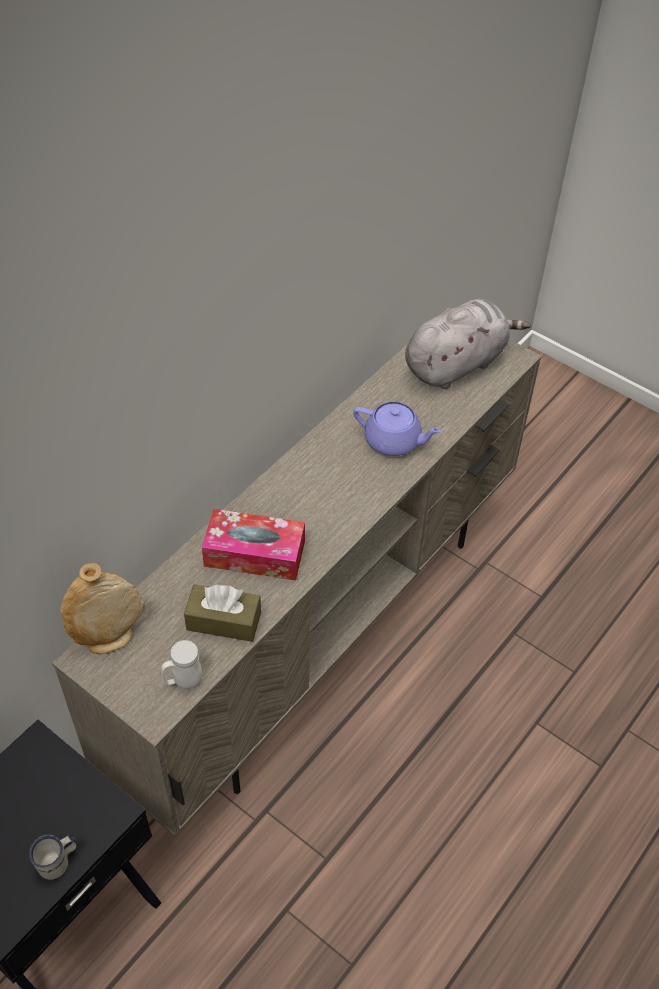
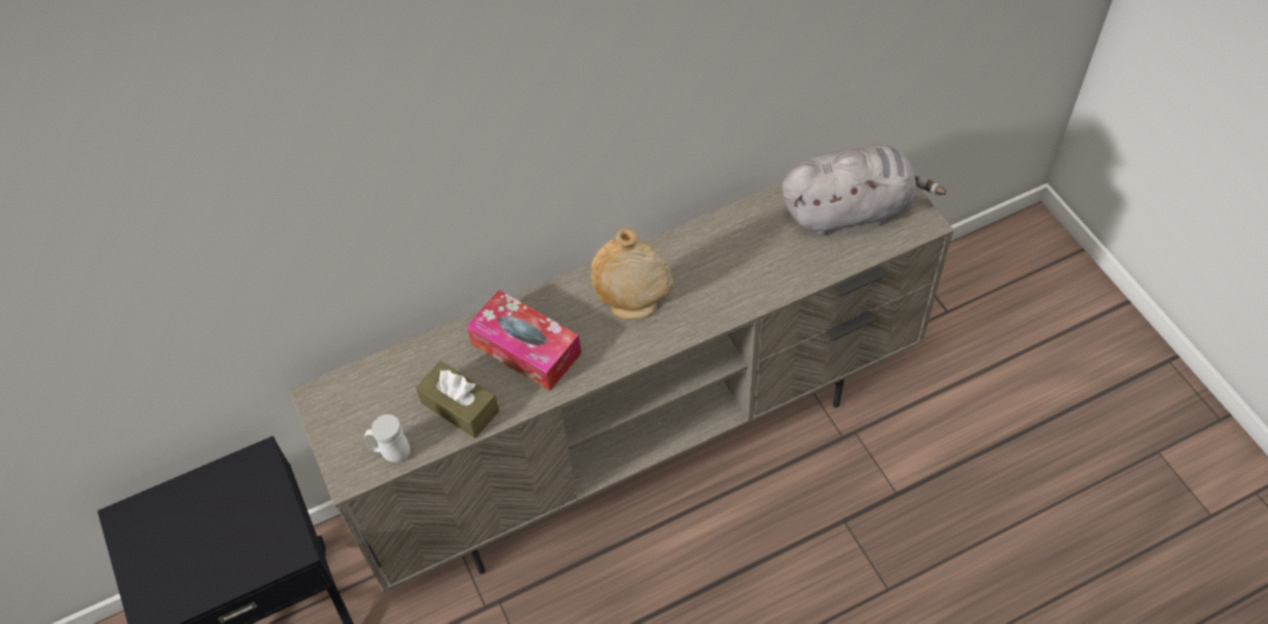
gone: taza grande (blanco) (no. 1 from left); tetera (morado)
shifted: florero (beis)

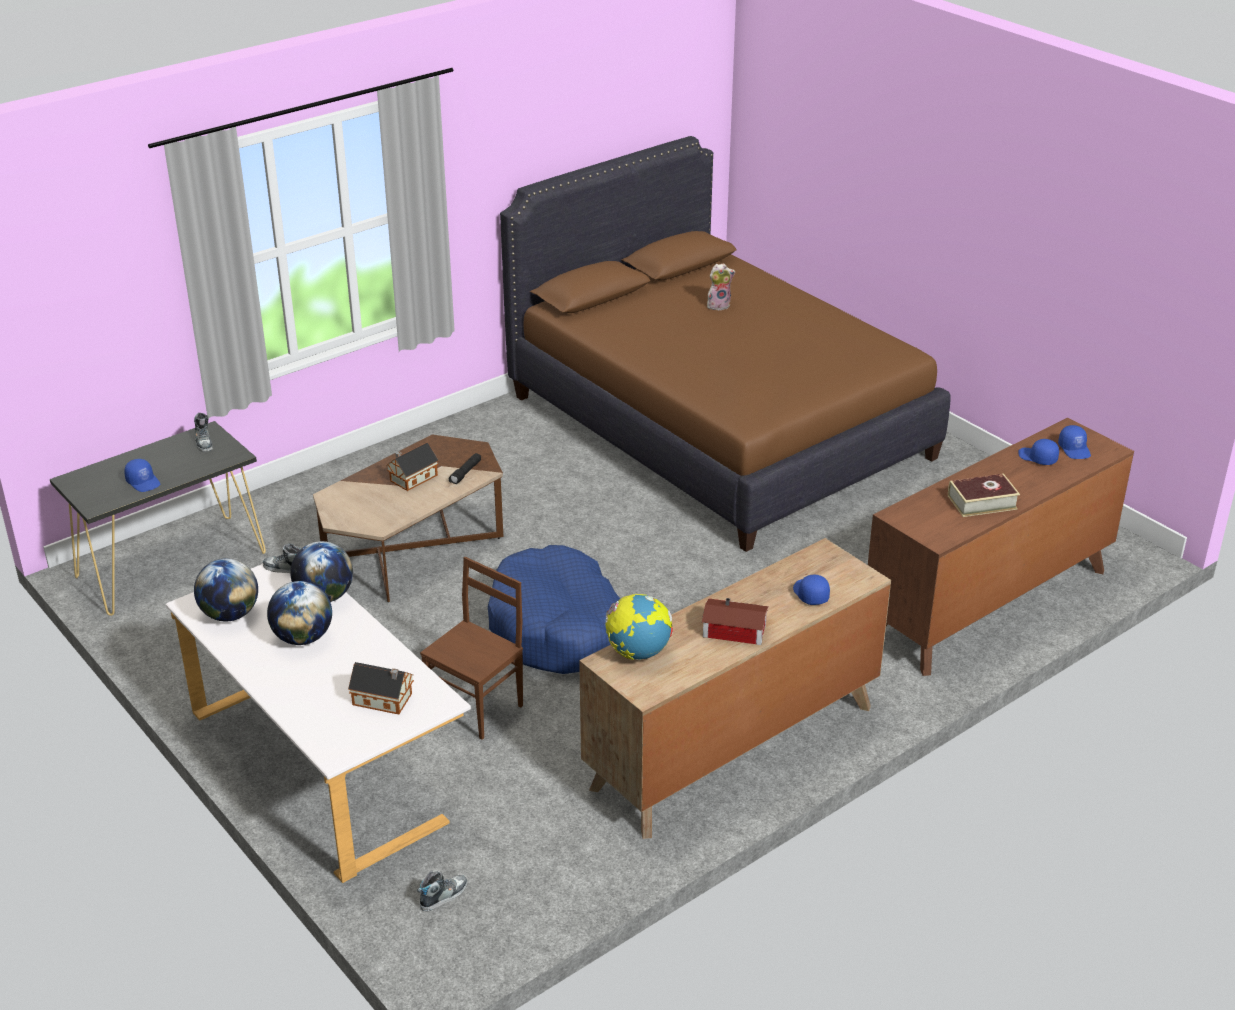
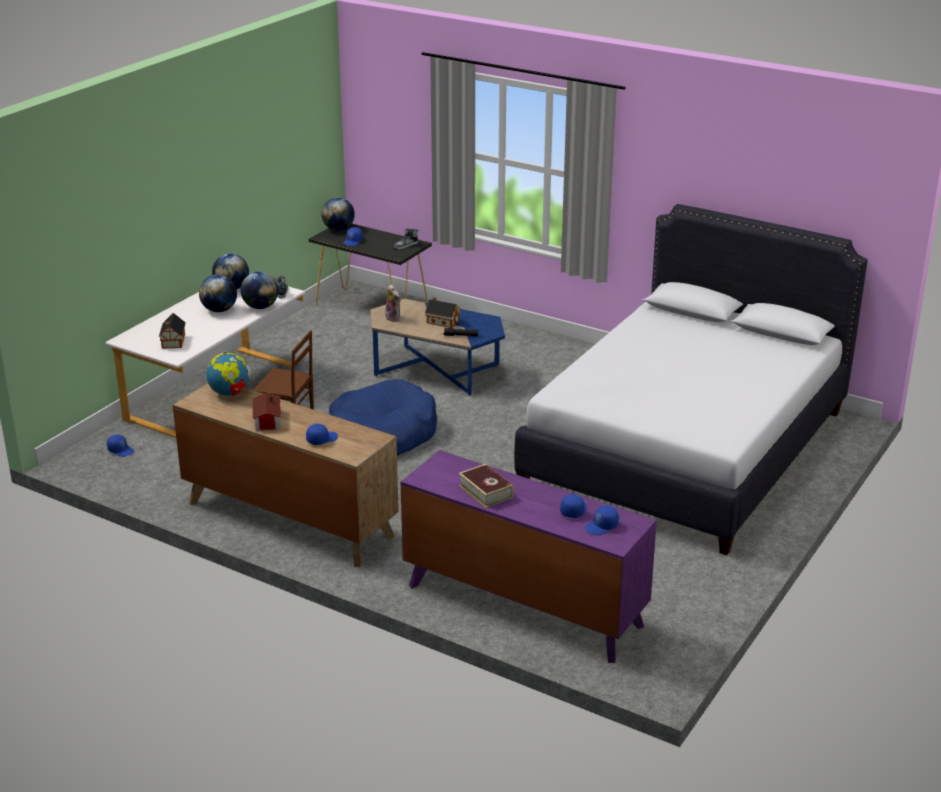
new: globo terráqueo (no. 5 from left)
shifted: peluche
swapped: zapato (no. 3 from left) to gorra (azul) (no. 1 from left)
repainted: mesa de centro (marrón) to mesa de centro (azul); cama (marrón) to cama (blanco); cómoda (marrón) (no. 2 from left) to cómoda (morado)

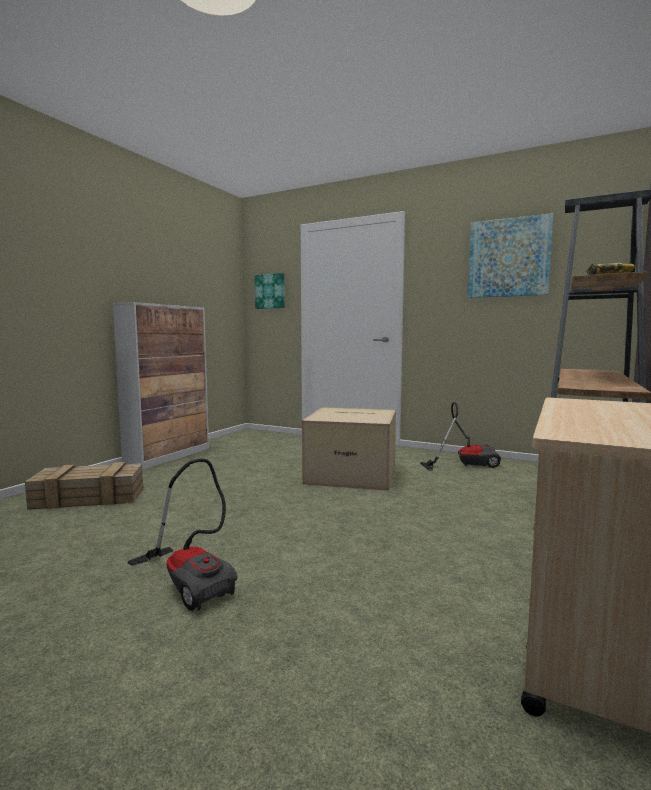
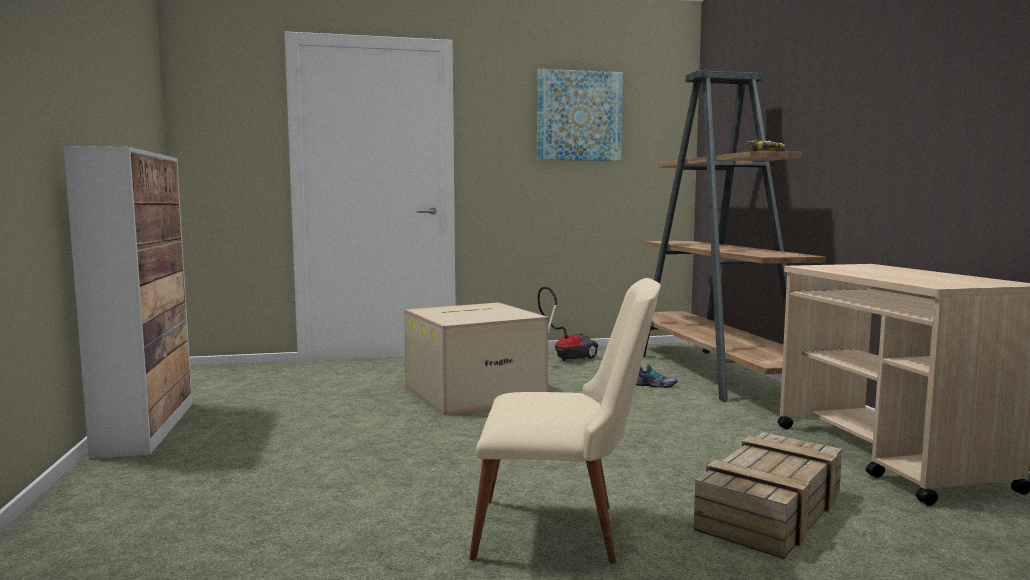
gone: cuadro (no. 1 from left)
new: zapato
shifted: caja de embalaje
swapped: aspiradora (no. 1 from left) to silla (beis)

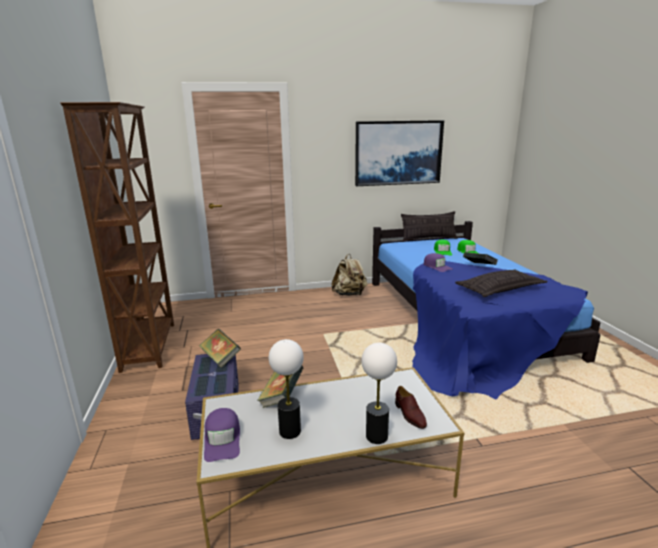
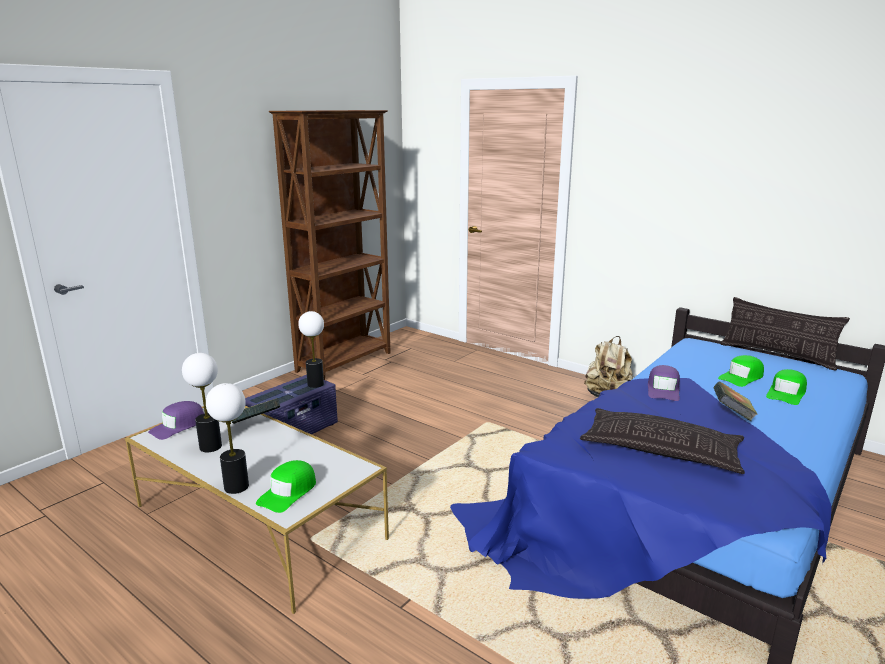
gone: cuadro
swapped: libro (no. 1 from left) to lámpara de mesa (no. 3 from left); zapato (marrón) to gorra (verde) (no. 1 from left)

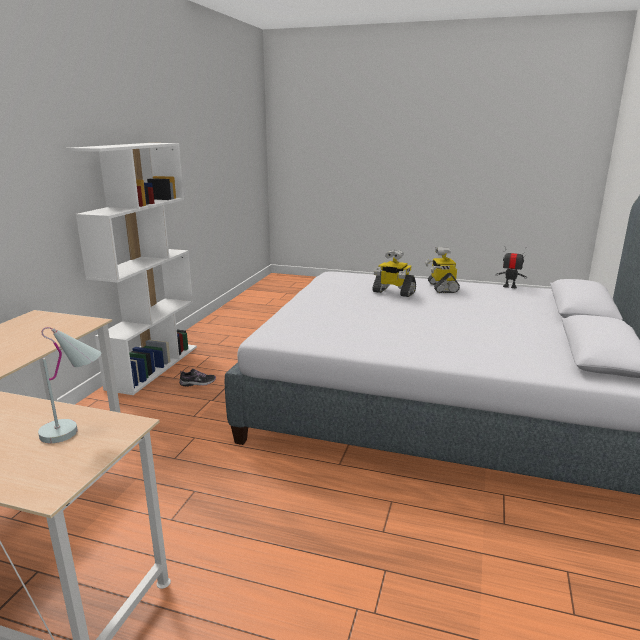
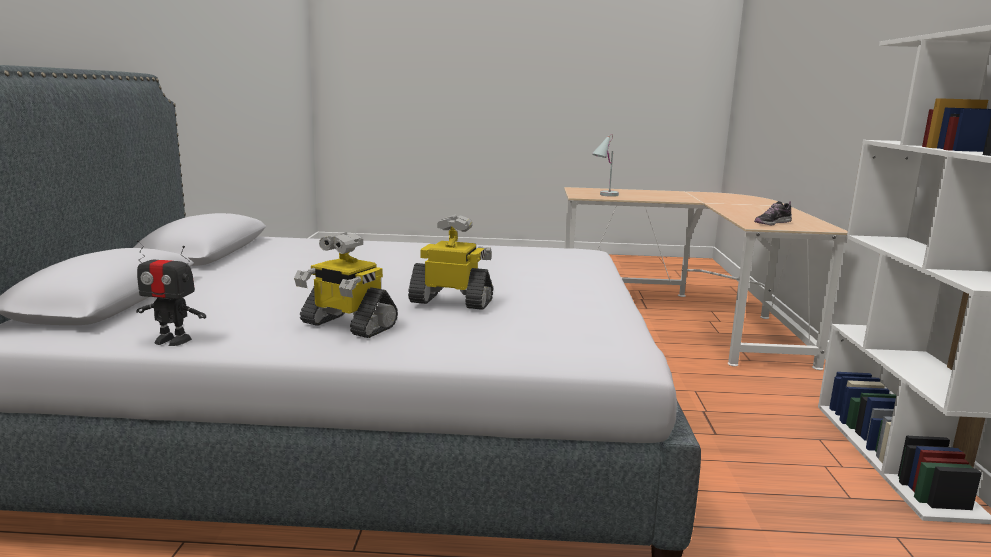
shifted: zapato
rotated: robot de juguete (no. 2 from left) 135 degrees clockwise

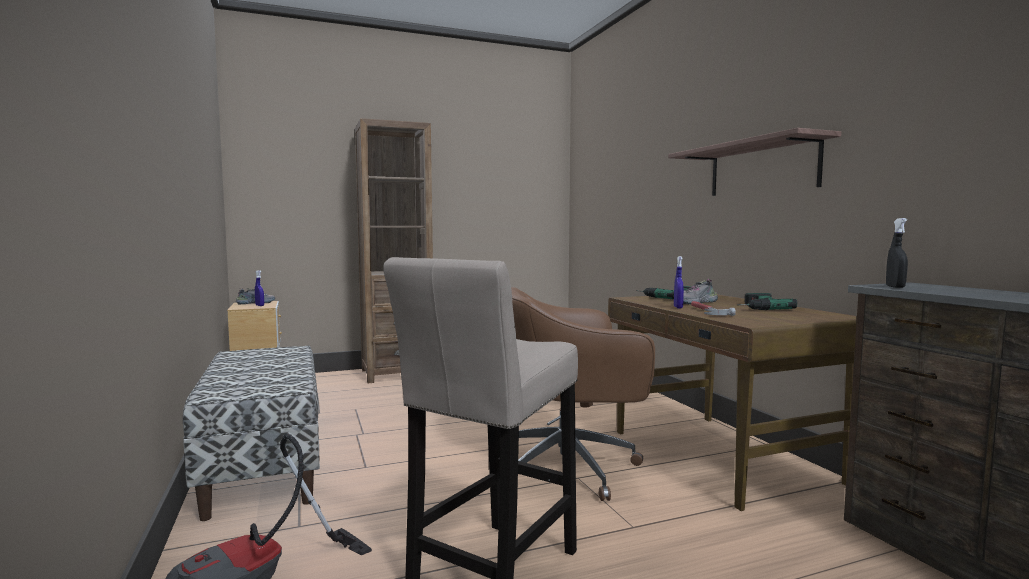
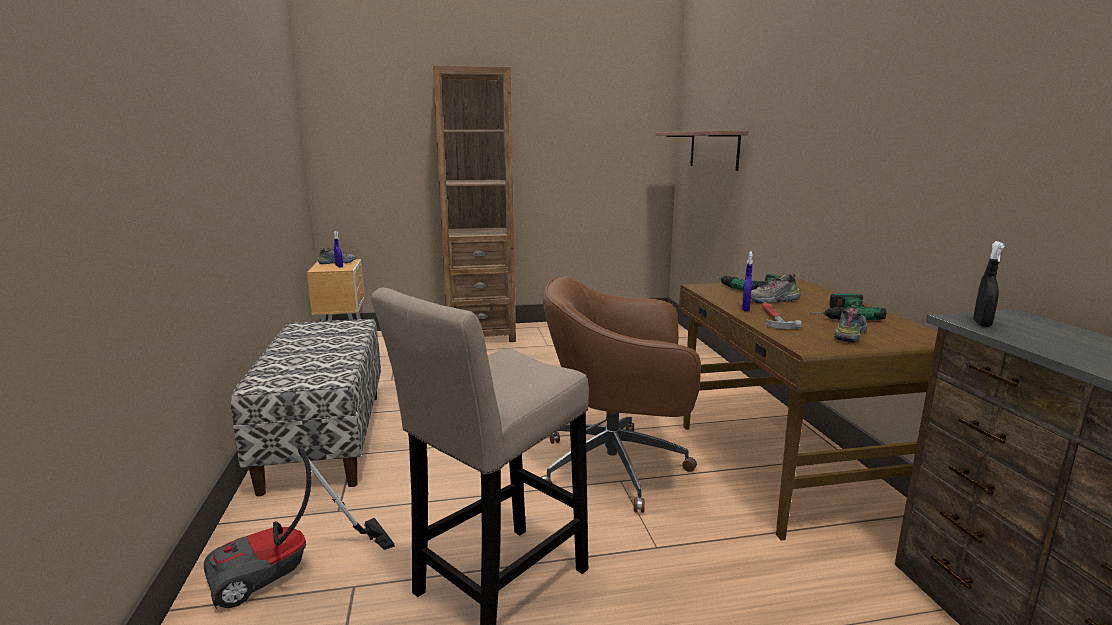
new: zapato (no. 3 from left)
shifted: estante

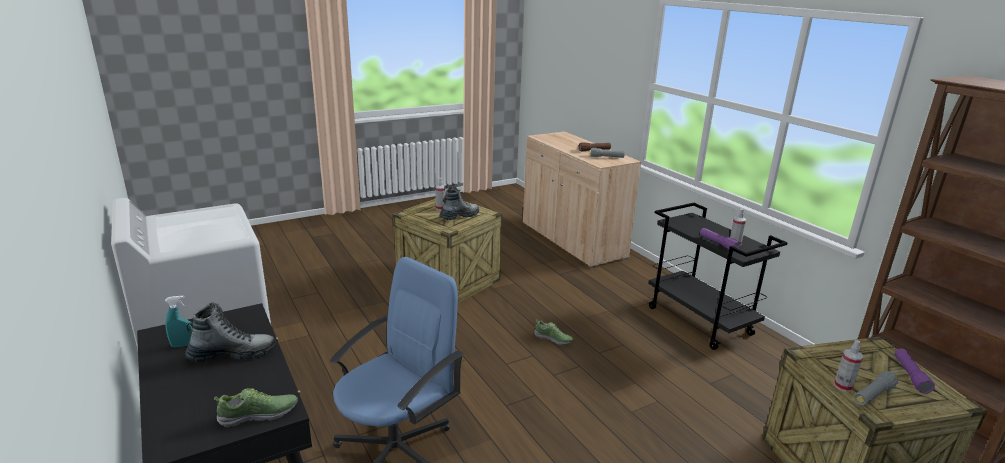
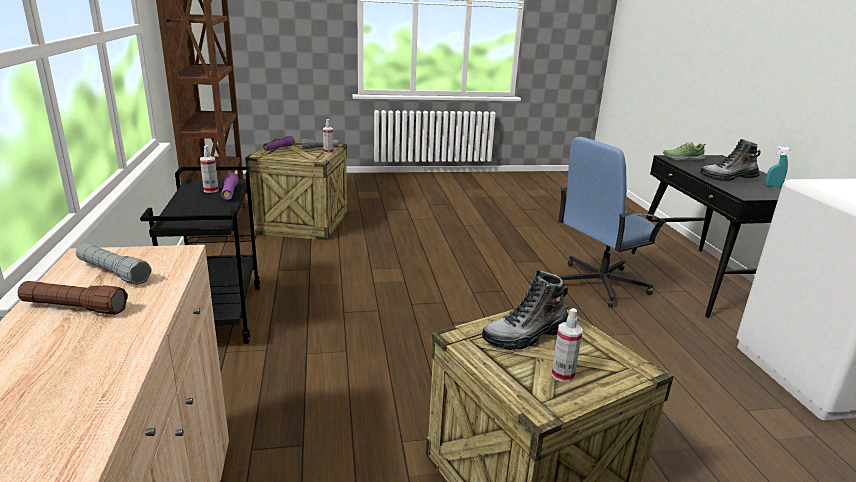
gone: zapato (no. 2 from left)

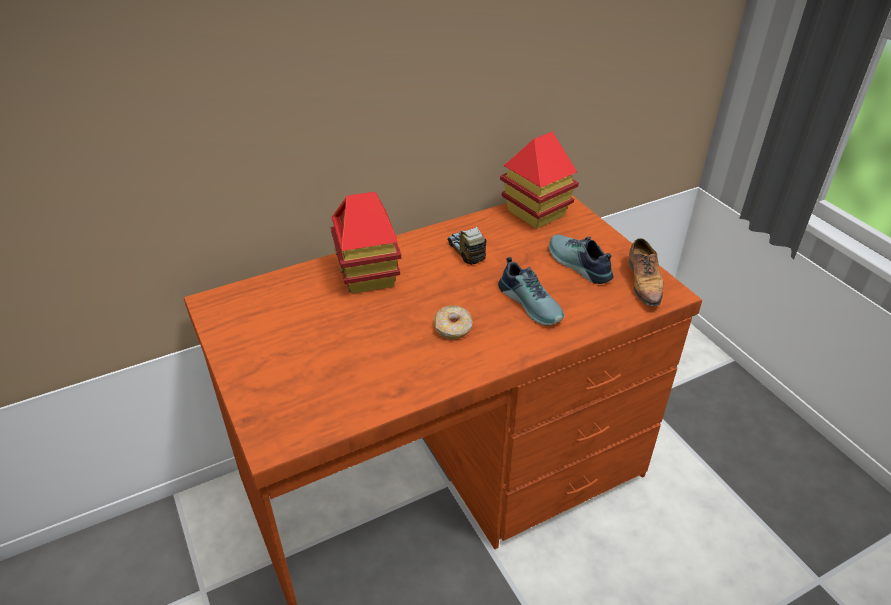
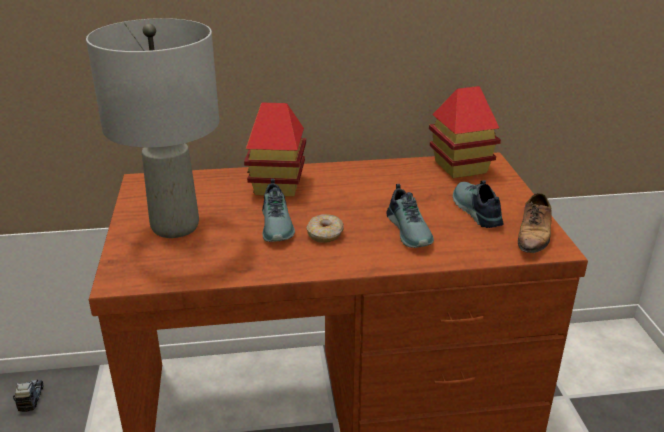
new: lámpara de mesa (gris); zapato (no. 1 from left)
shifted: camión de juguete

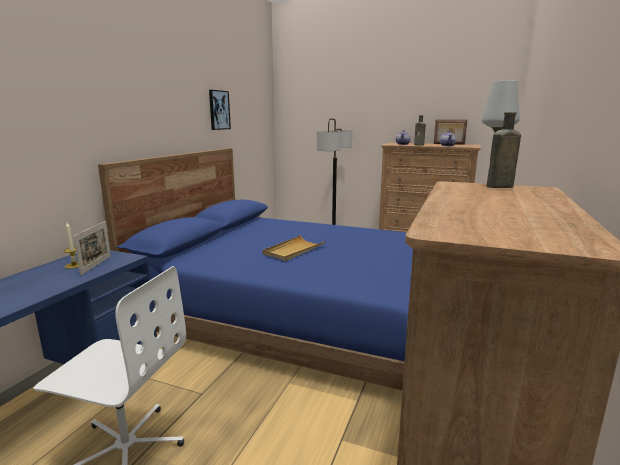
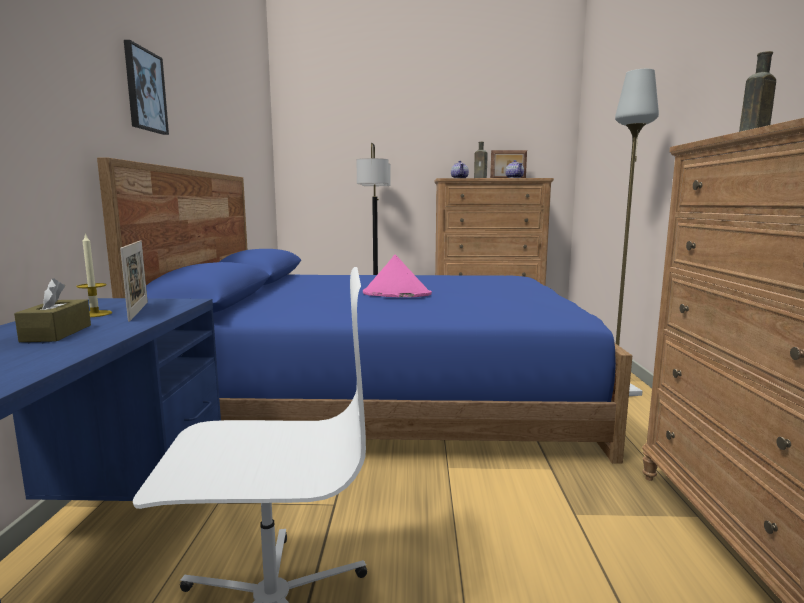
new: caja de pañuelos (marrón)
shifted: cuadro
swapped: bandeja (beis) to sombrero (rosa)

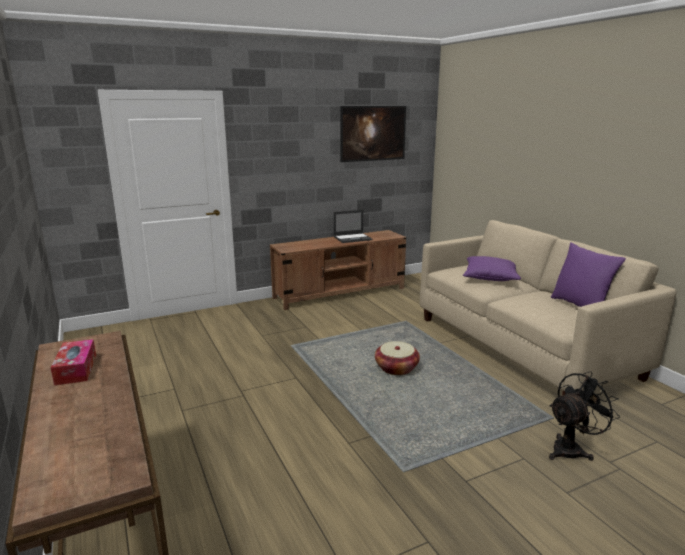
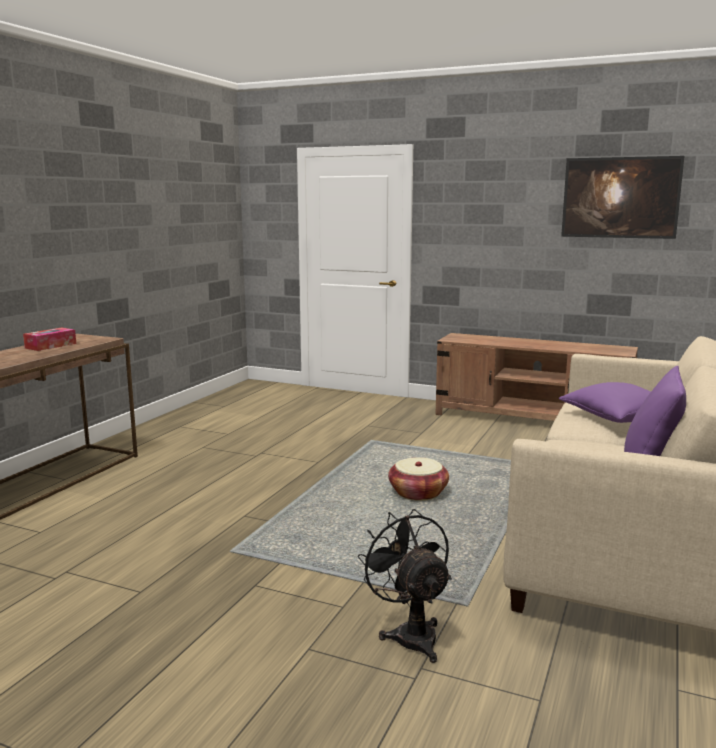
gone: portátil
rotated: ventilador (negro) 135 degrees counterclockwise

